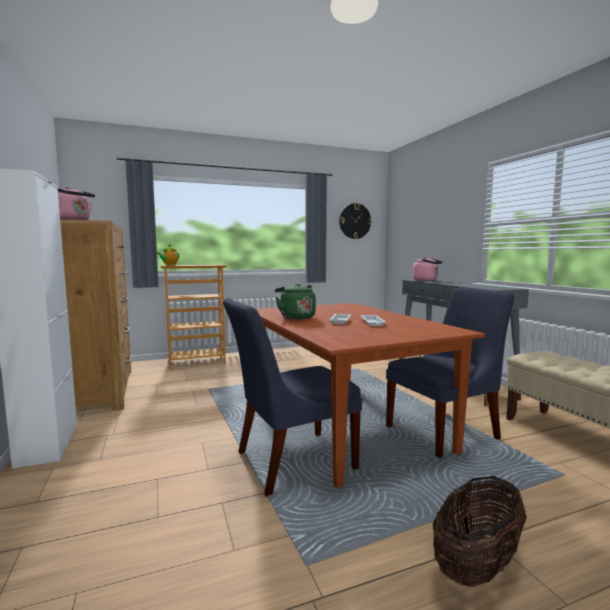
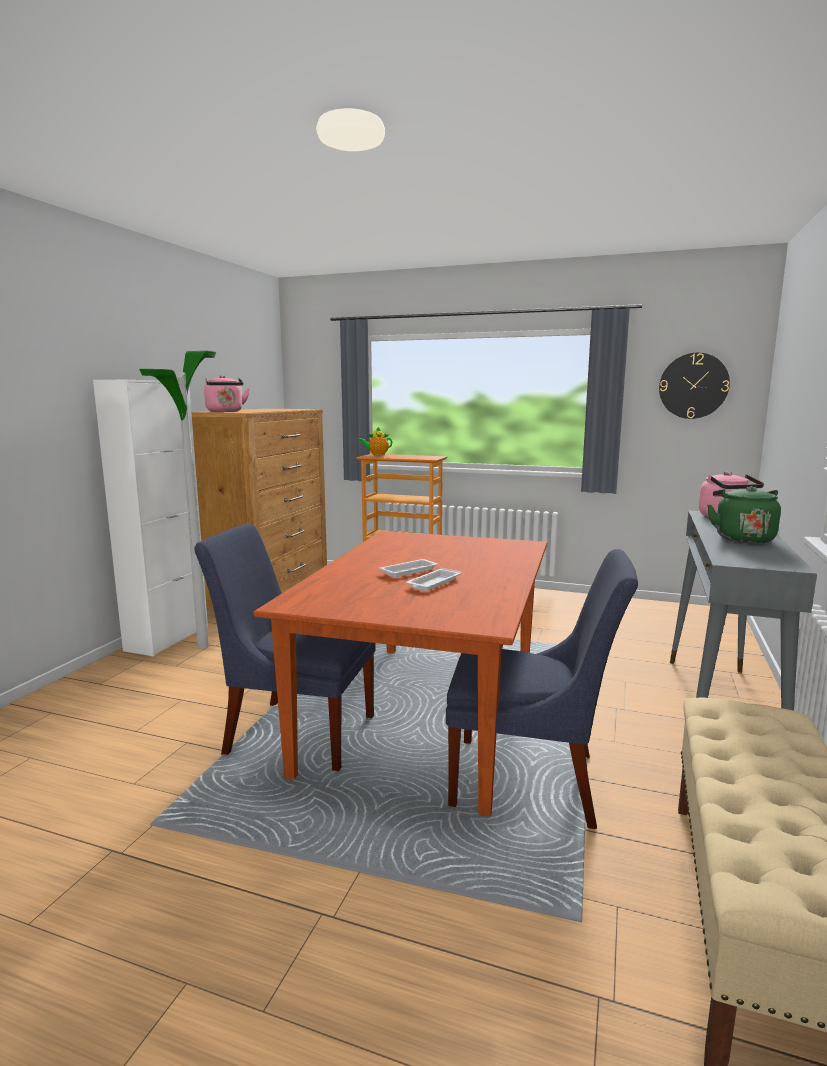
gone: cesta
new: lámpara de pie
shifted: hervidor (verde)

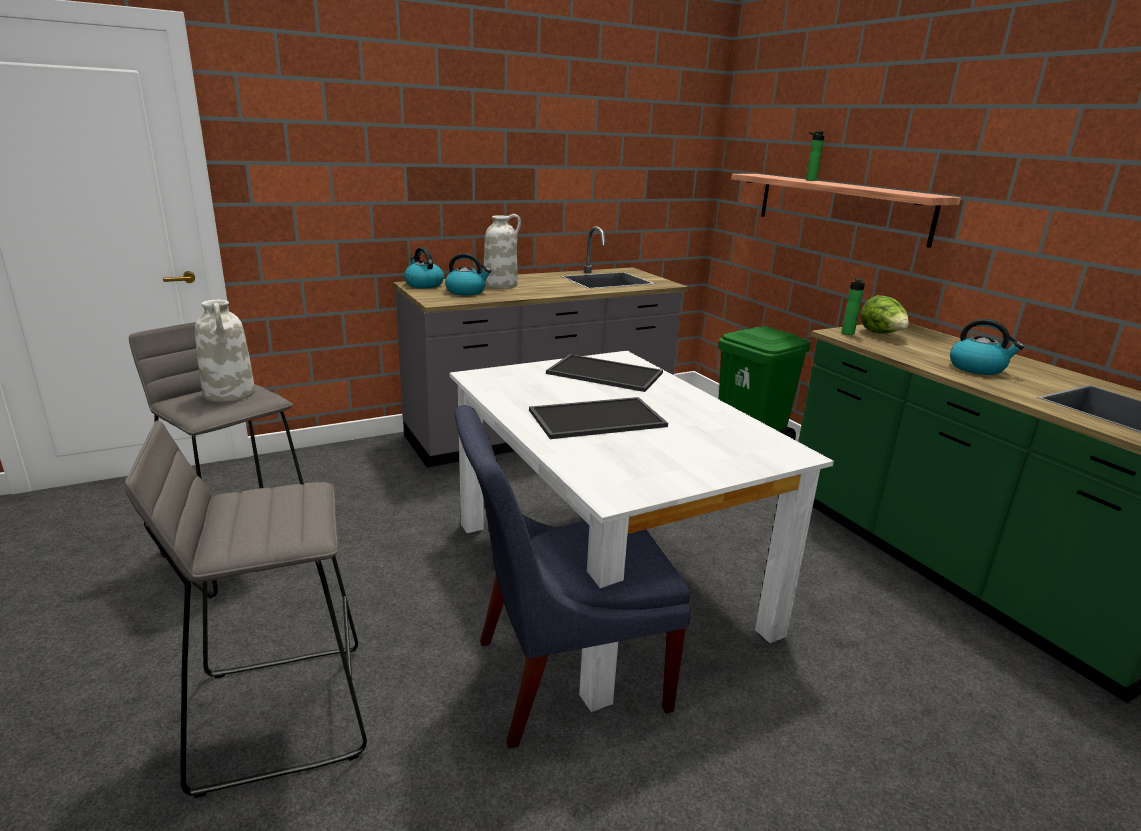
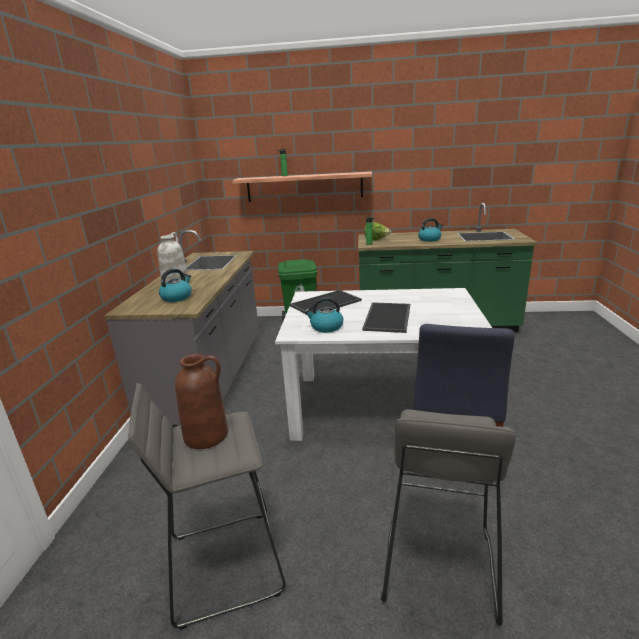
shifted: hervidor (no. 1 from left in the first image) to hervidor (no. 2 from left)
repainted: florero (blanco) (no. 1 from left) to florero (marrón)

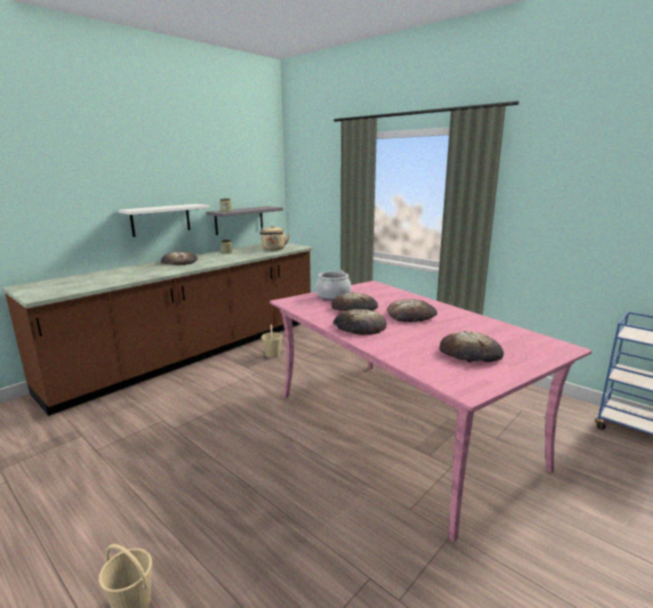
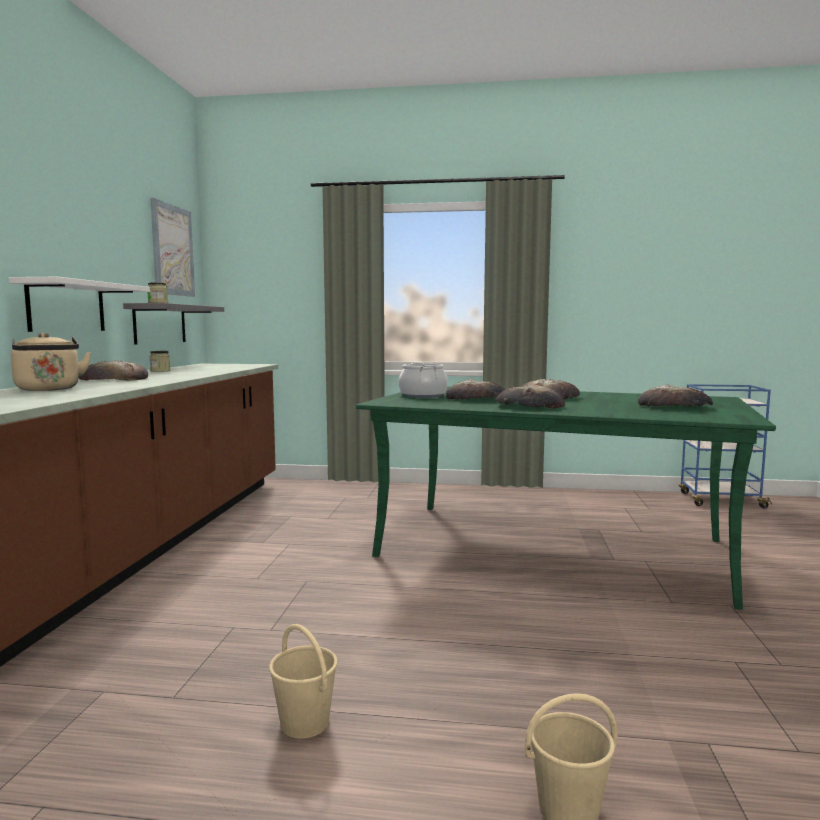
new: cuadro
shifted: hervidor (beis); cubo (beis) (no. 2 from left in the first image) to cubo (beis) (no. 1 from left)
repainted: mesa de comedor (rosa) to mesa de comedor (verde)

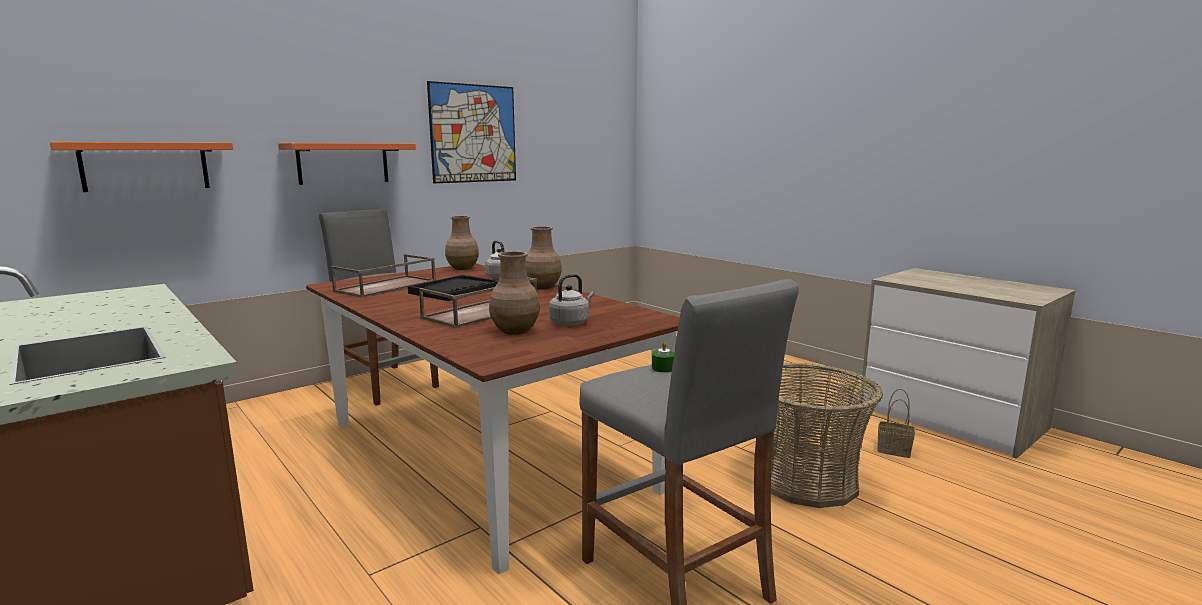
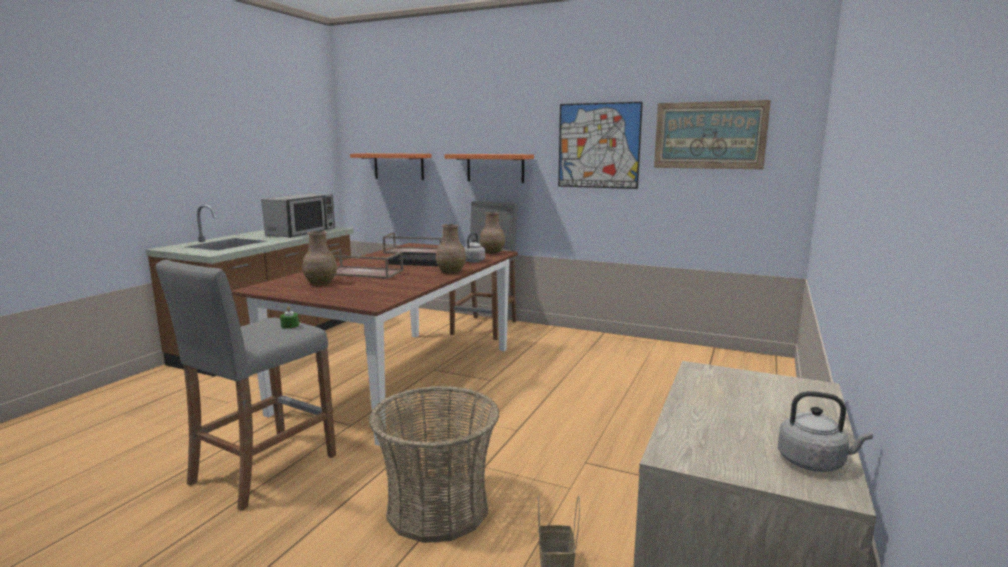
new: microondas; cuadro (no. 2 from left)
shifted: hervidor (gris) (no. 2 from left)

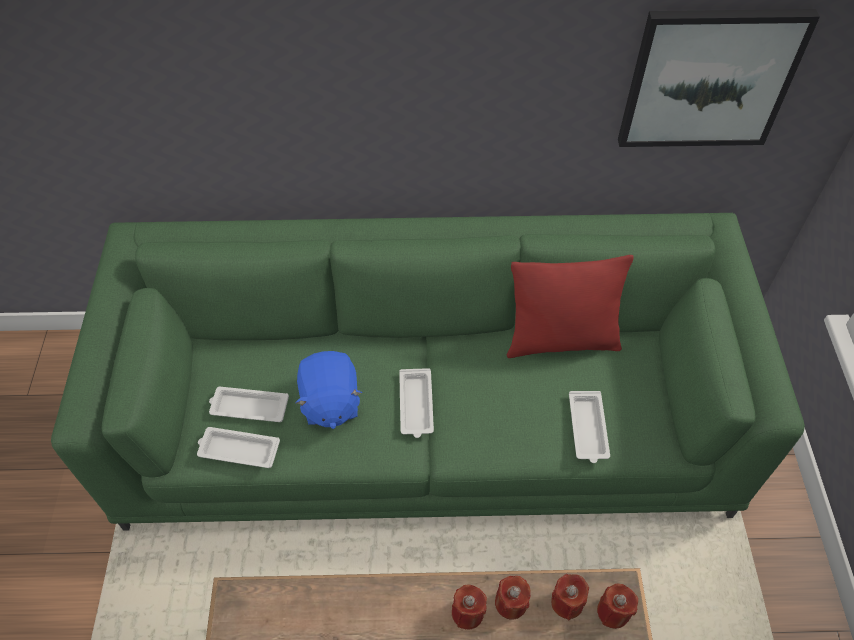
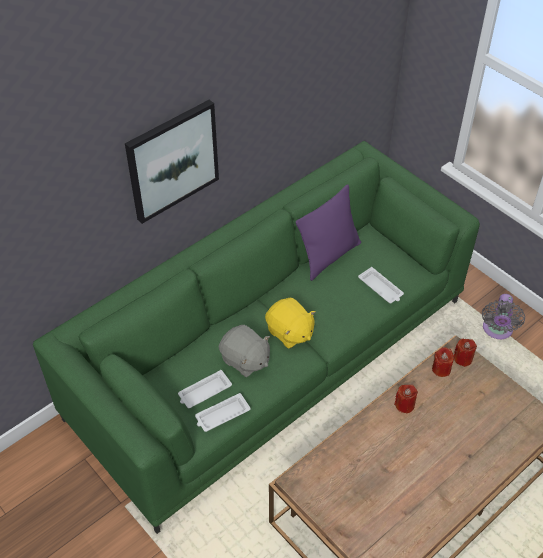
gone: vela (rojo) (no. 2 from left)
new: ventilador (gris)
shifted: cuadro
swapped: bandeja (blanco) (no. 3 from left) to peluche (amarillo)
repainted: peluche (azul) to peluche (gris); cojín (rojo) to cojín (morado)

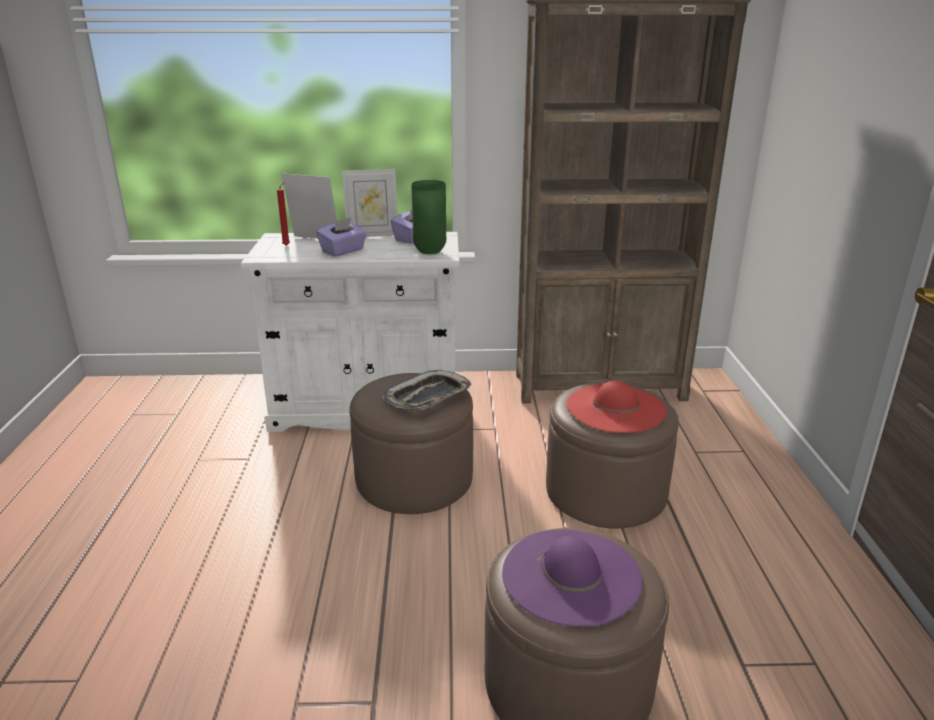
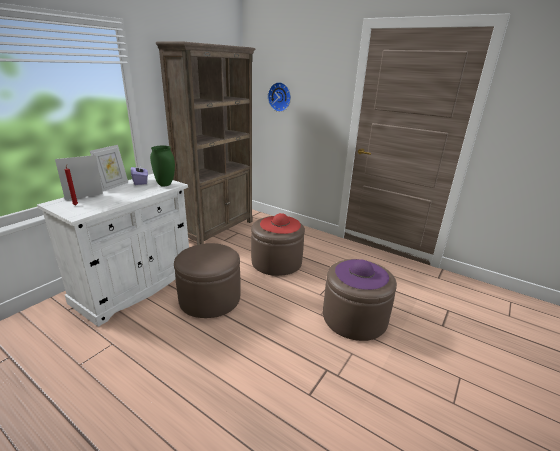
gone: caja de pañuelos (morado) (no. 1 from left); bandeja
new: reloj de pared

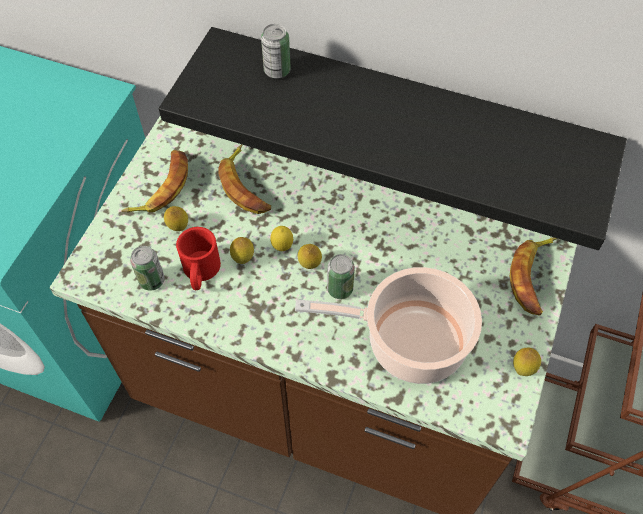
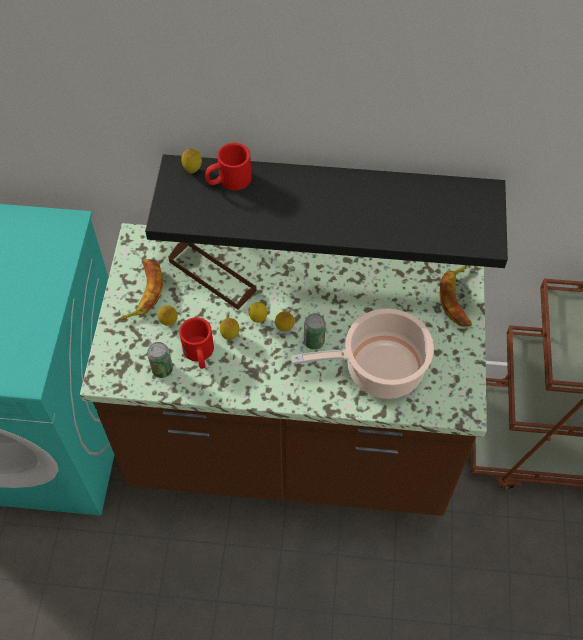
shifted: limón (no. 5 from left in the first image) to limón (no. 2 from left)
swapped: plátano (no. 2 from left) to bandeja (marrón); lata (no. 2 from left) to taza grande (rojo) (no. 2 from left)

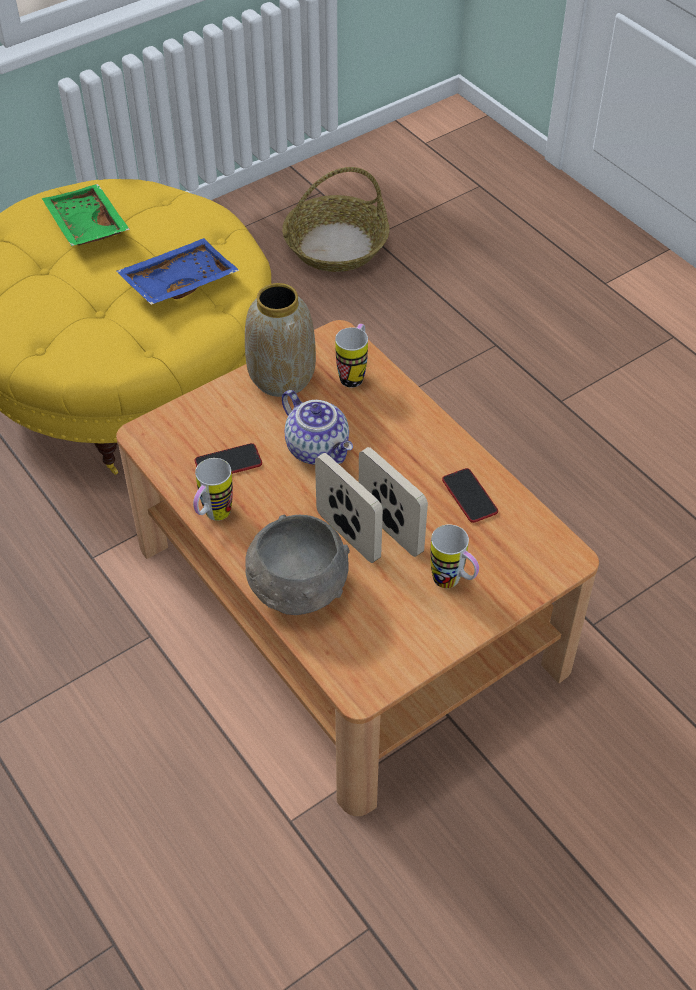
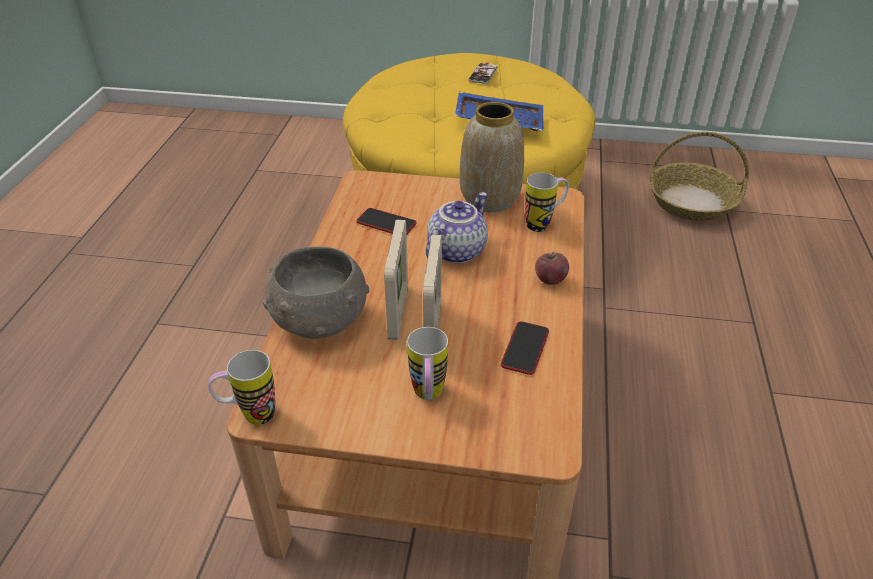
new: manzana
shifted: taza grande (no. 1 from left)
swapped: bandeja (verde) to móvil (no. 2 from left)
rotated: tetera 150 degrees counterclockwise

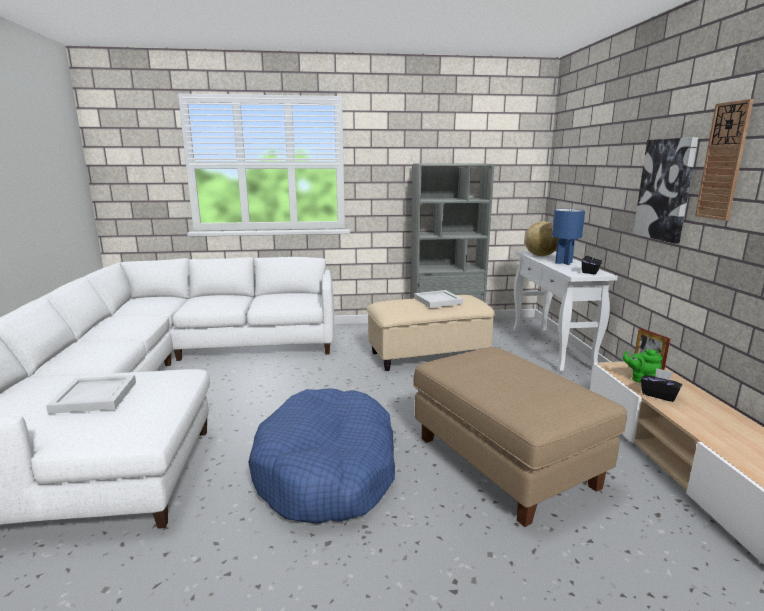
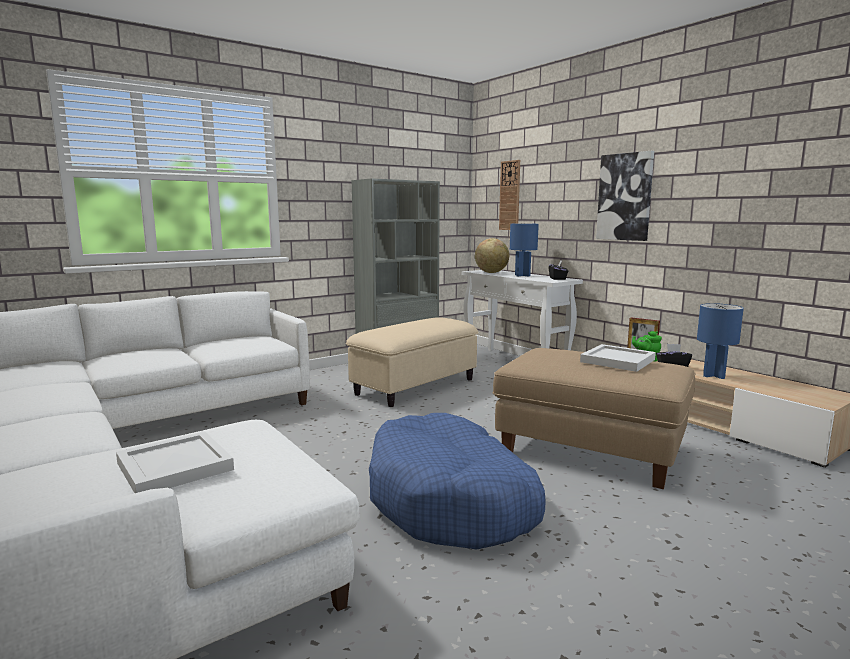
new: lámpara de mesa (azul) (no. 2 from left)
shifted: bandeja (blanco) (no. 2 from left); reloj de pared

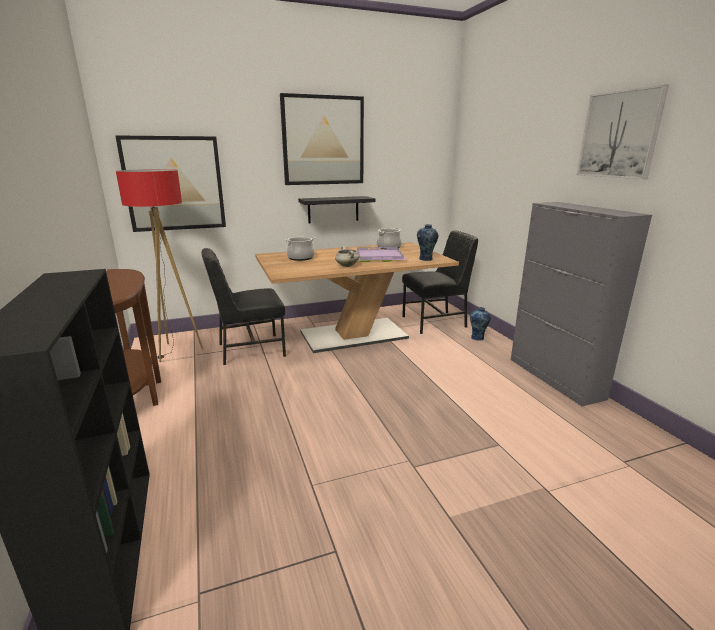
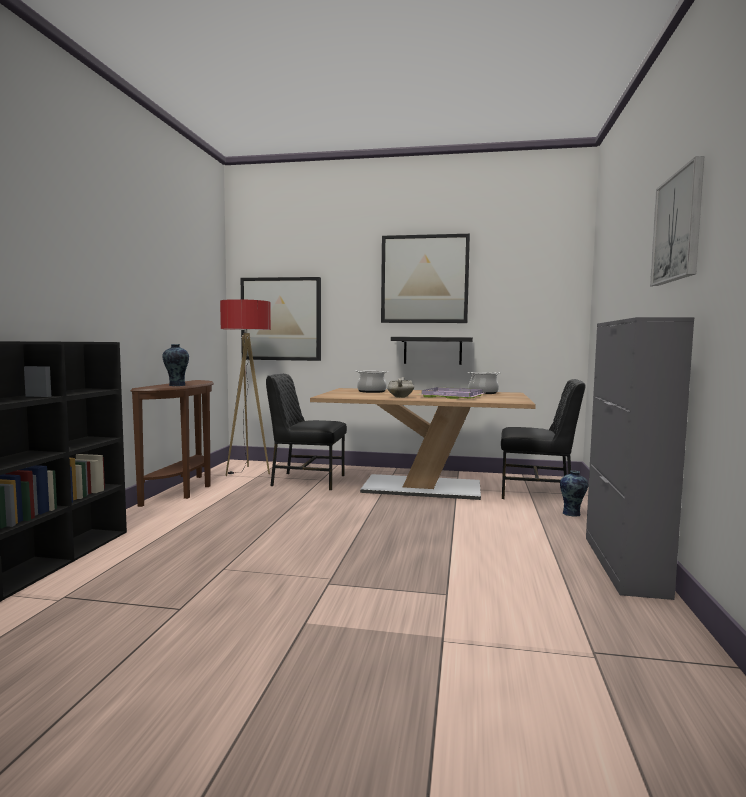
shifted: florero (no. 1 from left)

